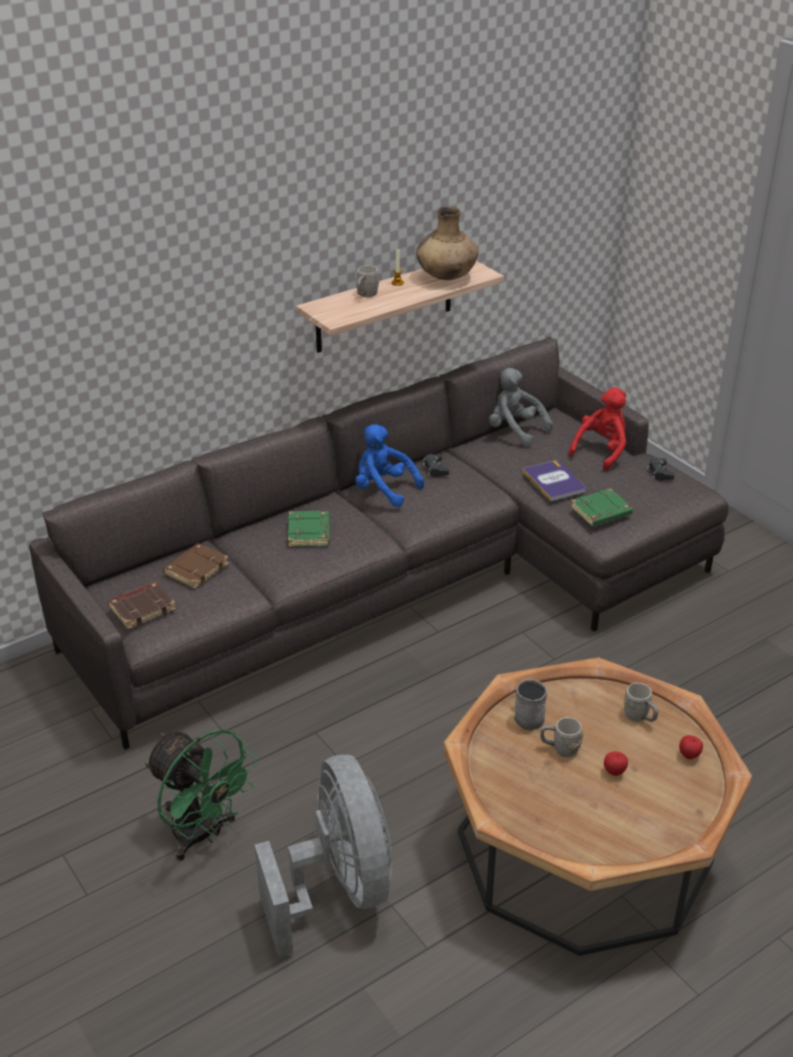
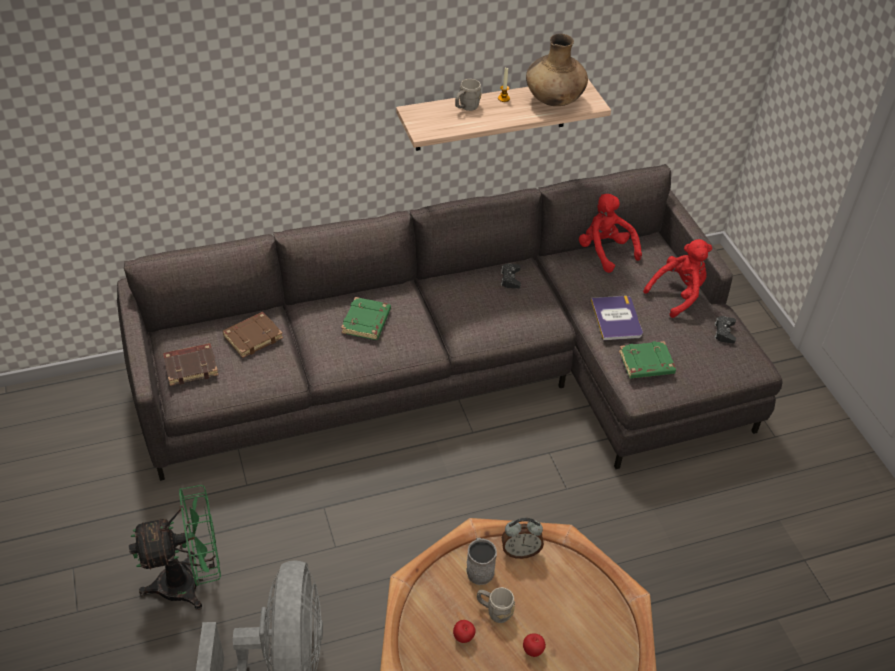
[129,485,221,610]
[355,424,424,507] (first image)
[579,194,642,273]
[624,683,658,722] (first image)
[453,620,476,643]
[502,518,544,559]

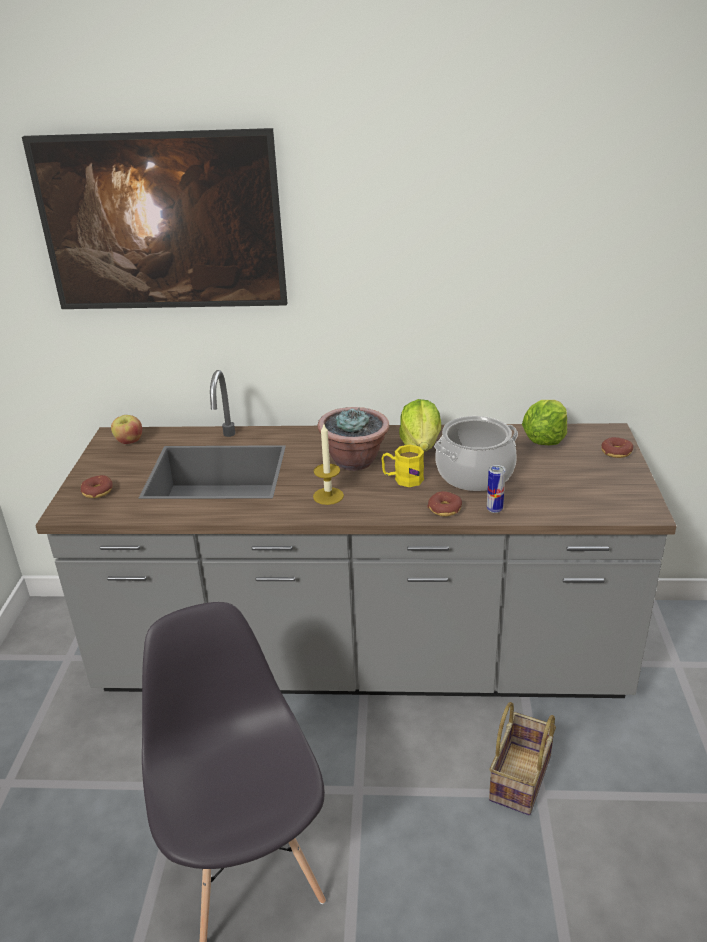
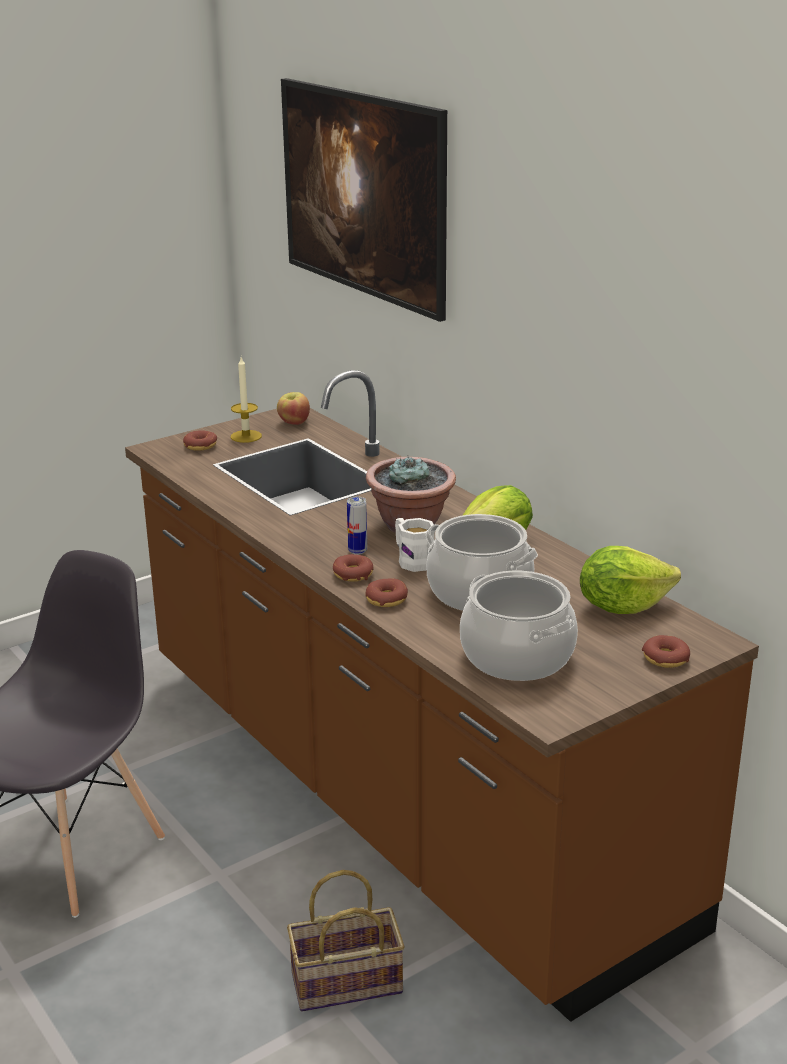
[125,370,759,1022]
[231,357,262,443]
[395,518,435,572]
[347,496,367,555]
[333,554,374,582]
[460,571,578,681]

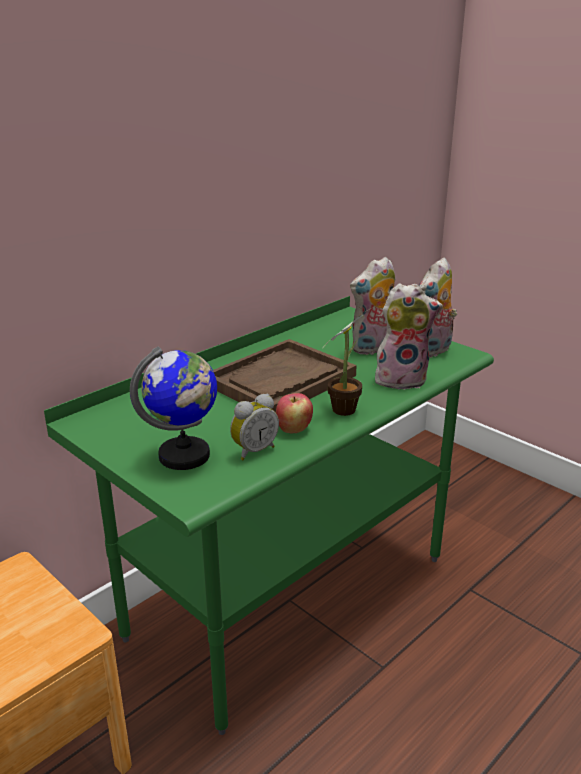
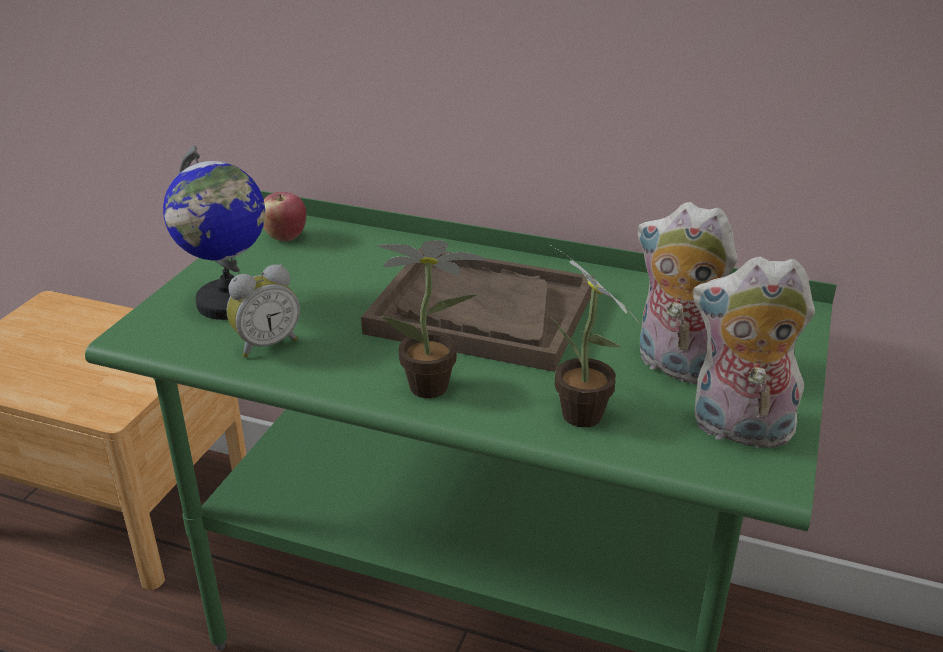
[226,264,300,358]
[263,192,306,241]
[551,246,640,427]

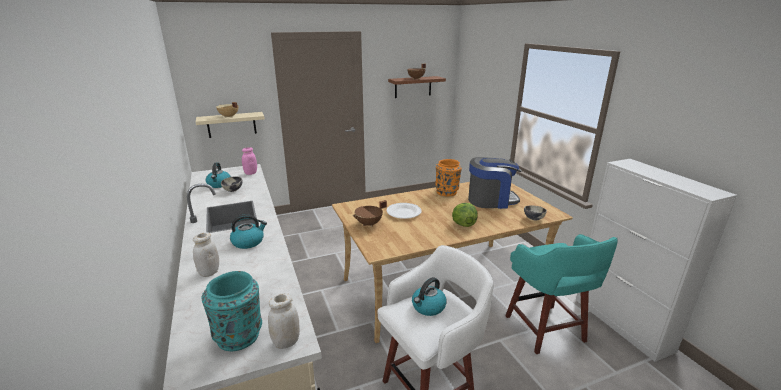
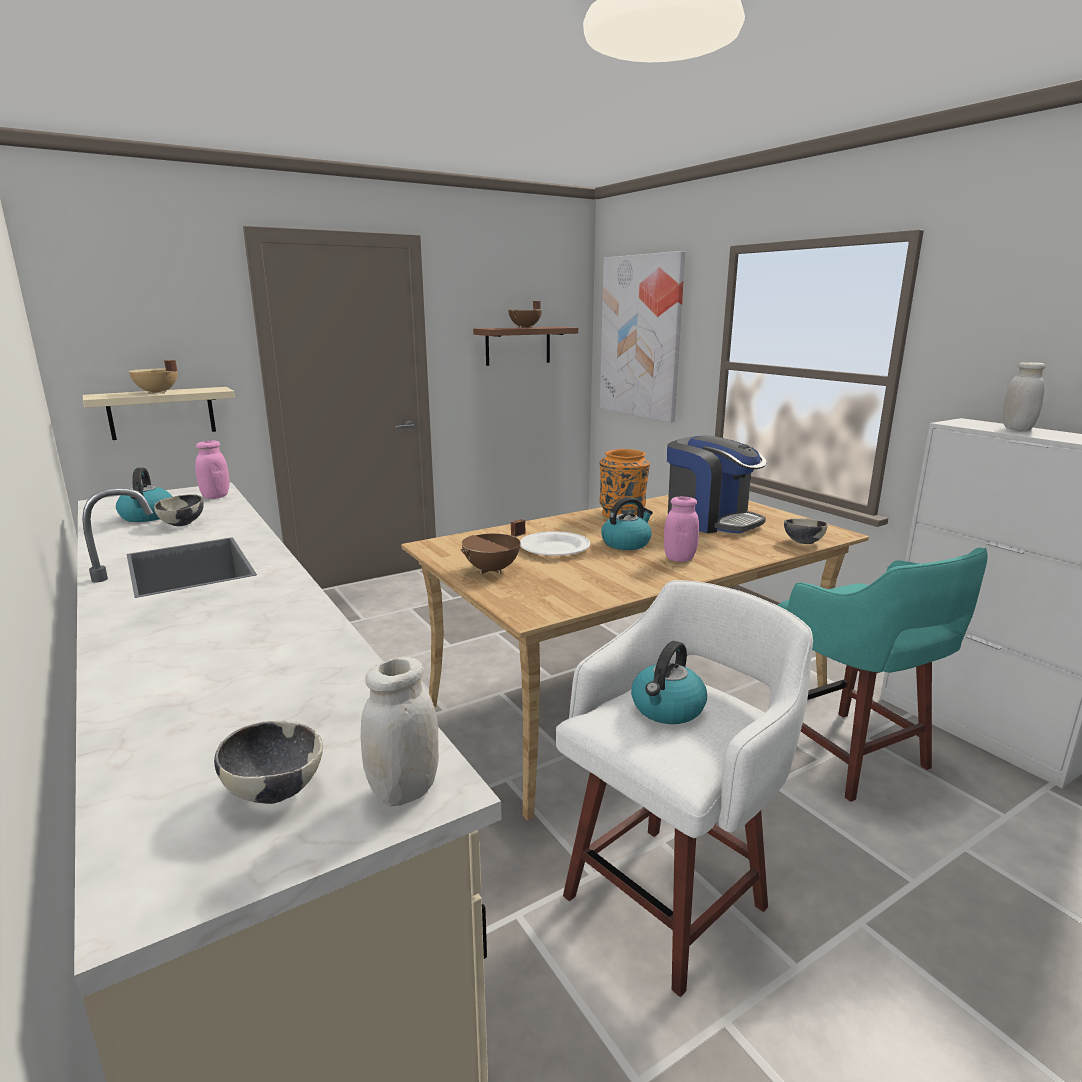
[1003,362,1045,431]
[214,721,323,804]
[601,497,653,550]
[664,497,699,562]
[667,435,766,533]
[600,251,685,423]

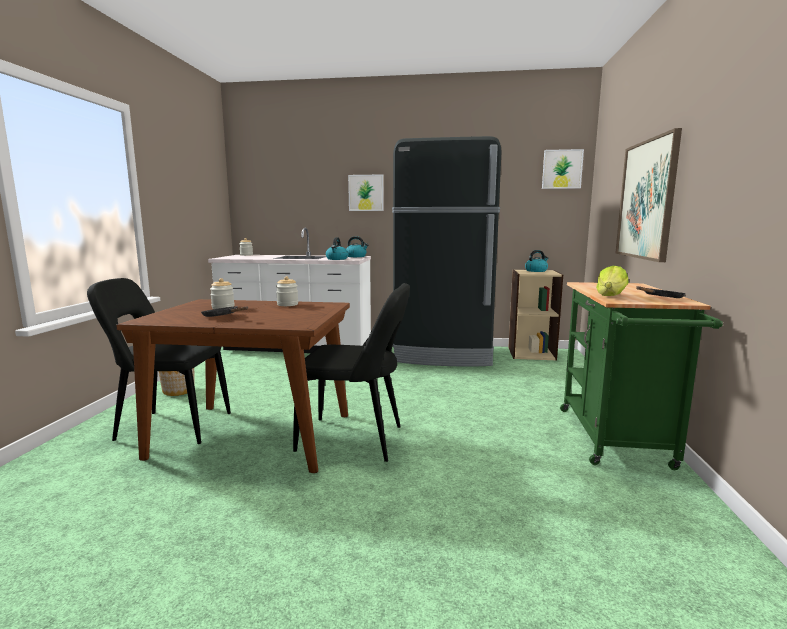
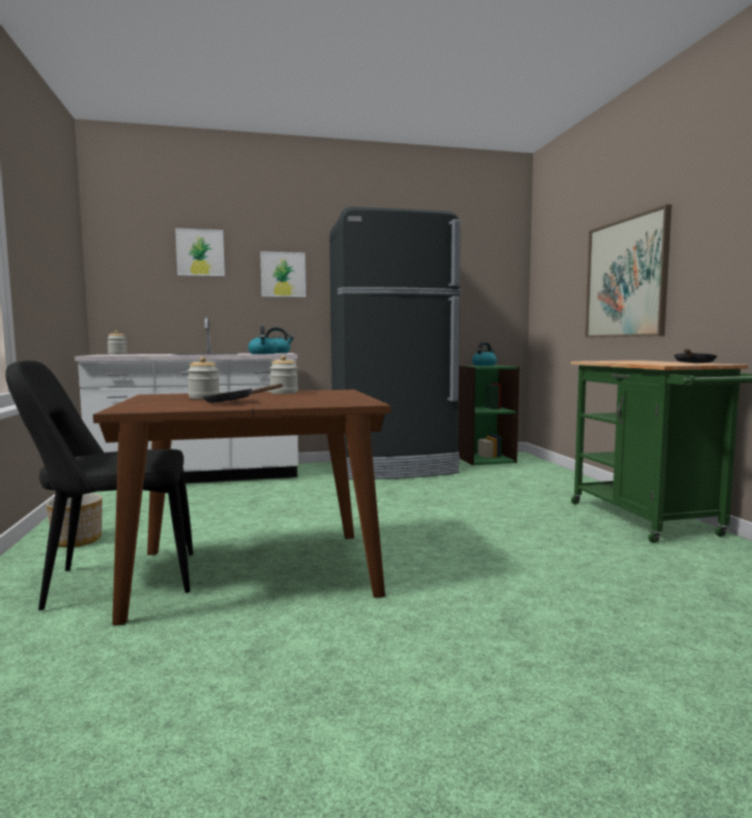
[293,283,410,462] (first image)
[458,365,519,465]
[175,228,225,277]
[596,266,629,296] (first image)

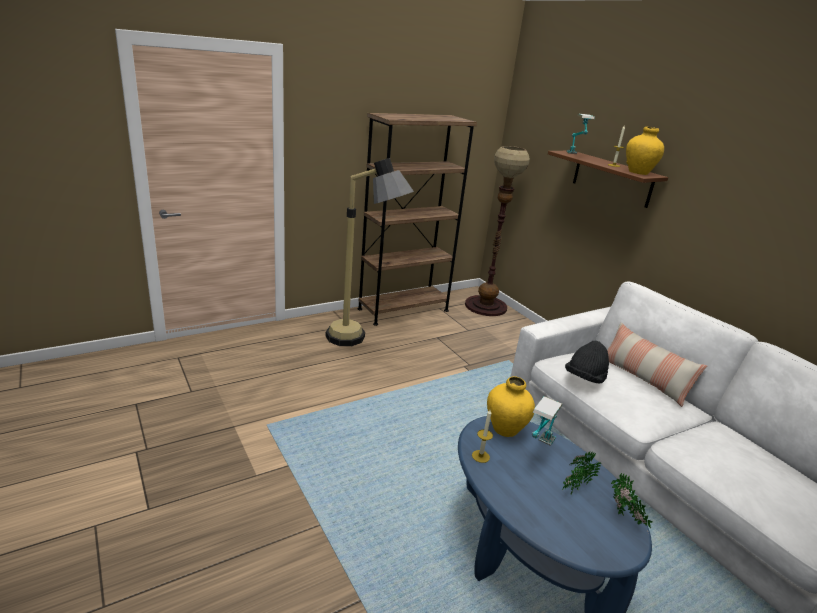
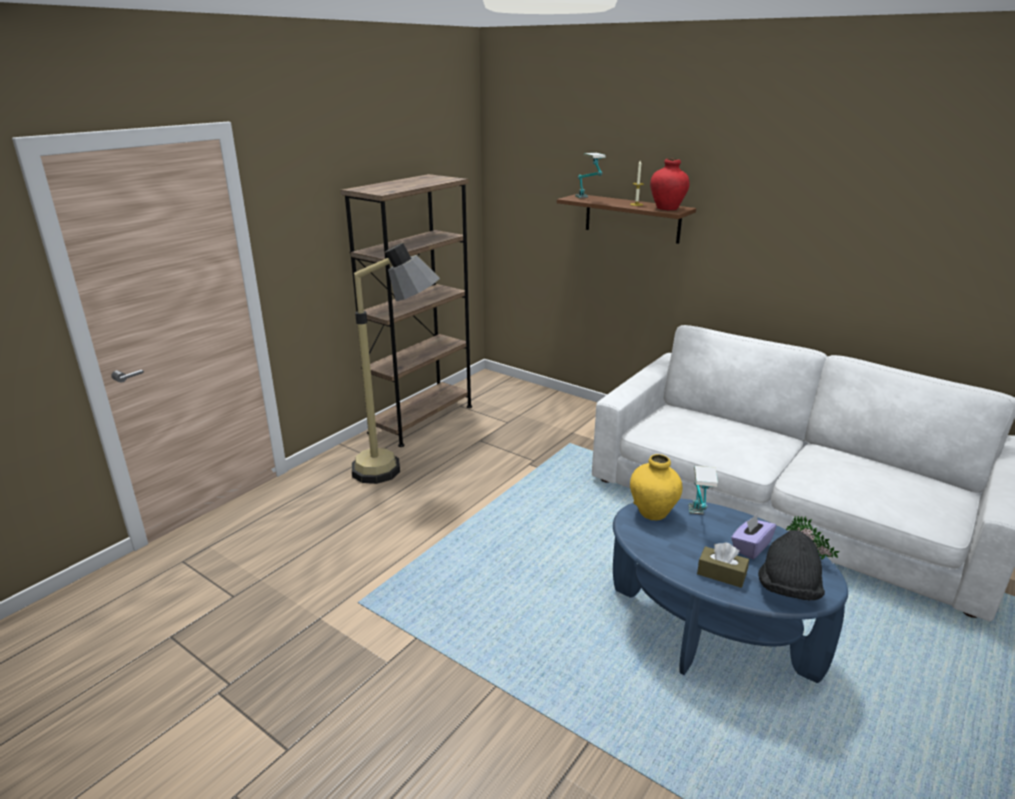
[465,146,530,316] (first image)
[472,410,493,463] (first image)
[731,514,776,559]
[758,530,825,601]
[607,322,707,407] (first image)
[650,158,690,211]
[697,543,749,588]

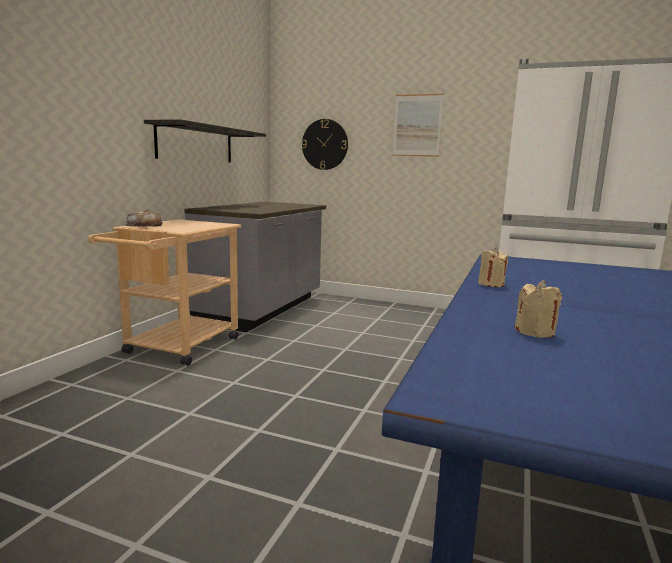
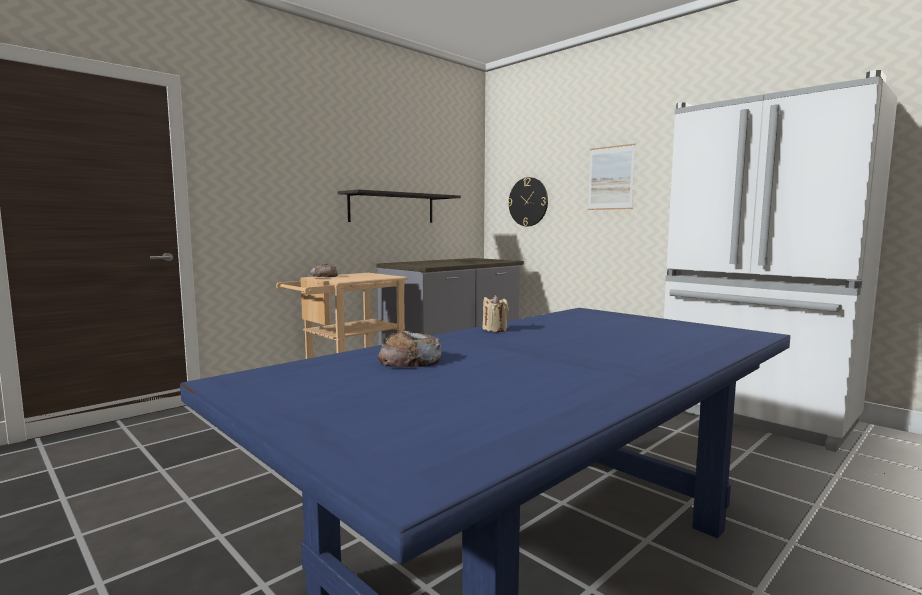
[378,331,441,367]

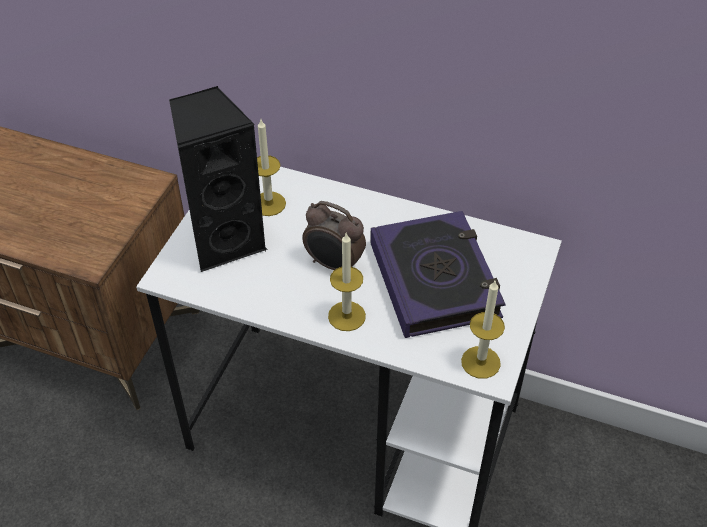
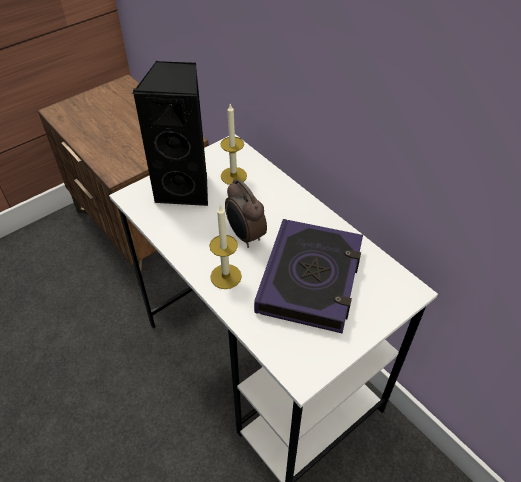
[461,281,505,379] (first image)

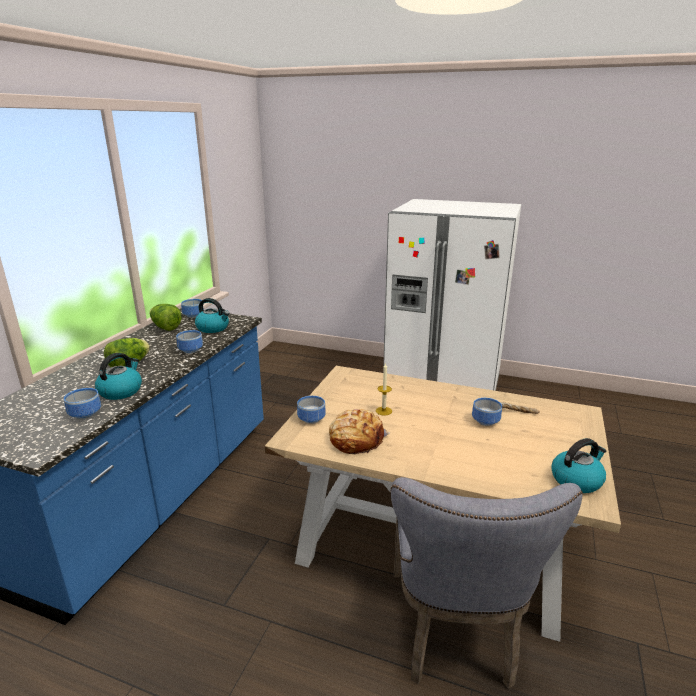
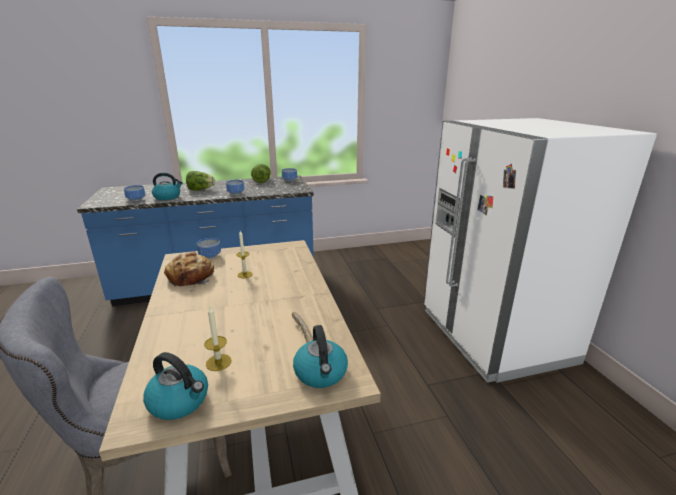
[293,325,348,388]
[472,398,502,426] (first image)
[204,306,231,371]

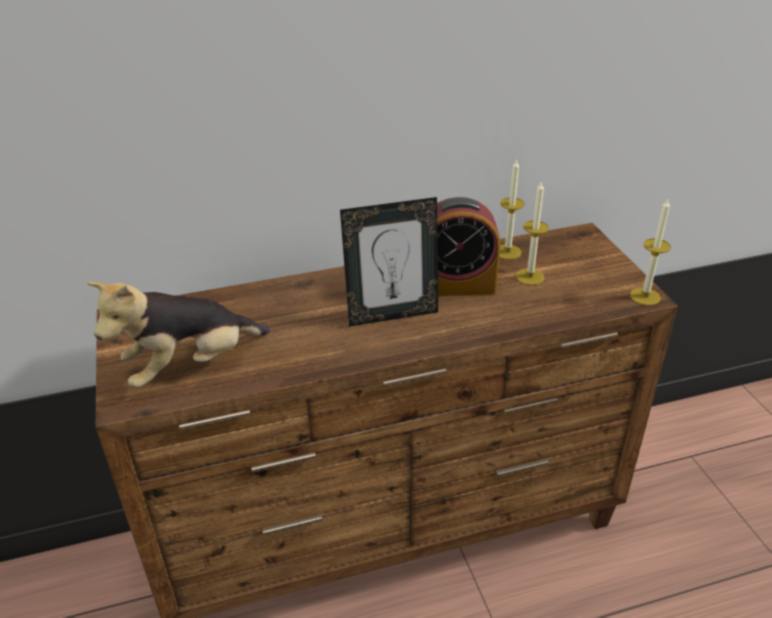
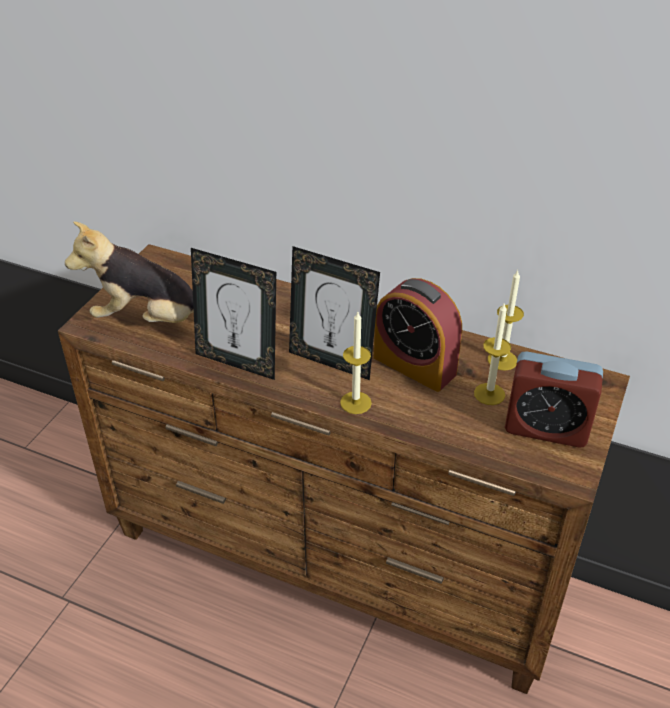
[340,312,372,414]
[191,248,276,380]
[505,351,603,448]

